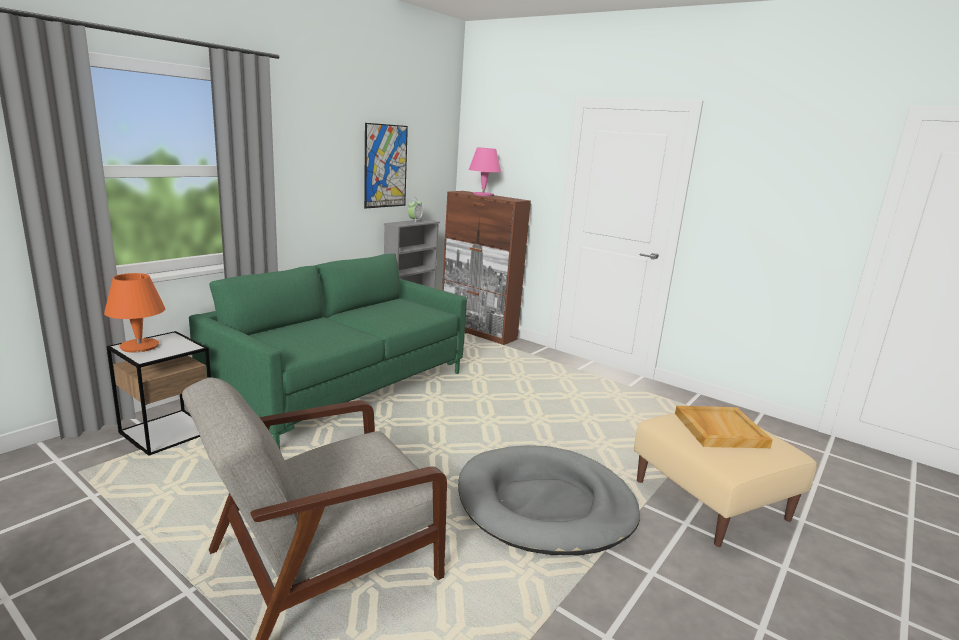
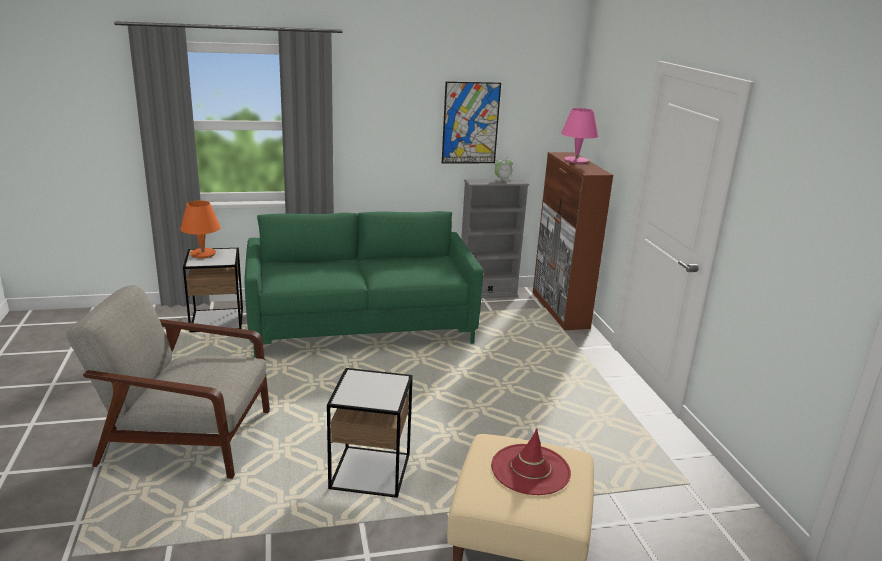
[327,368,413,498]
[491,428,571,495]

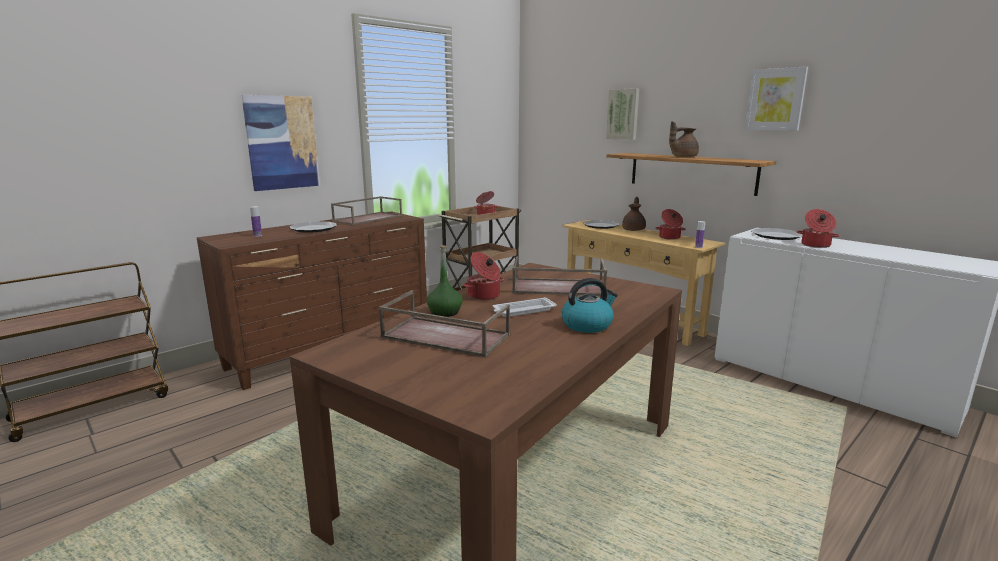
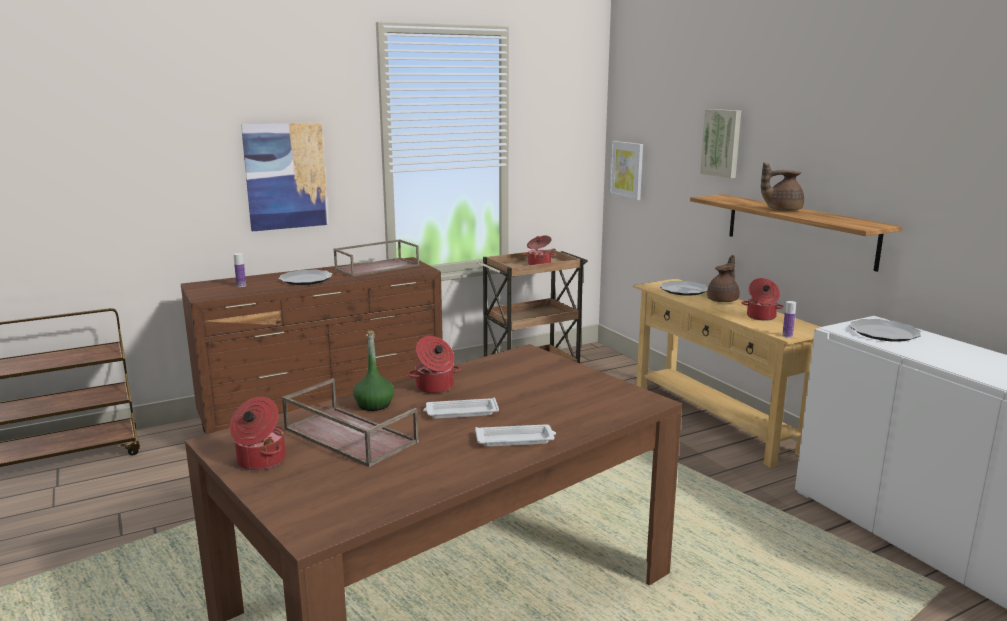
[512,256,607,296] (first image)
[475,424,556,447]
[609,141,643,200]
[230,397,286,471]

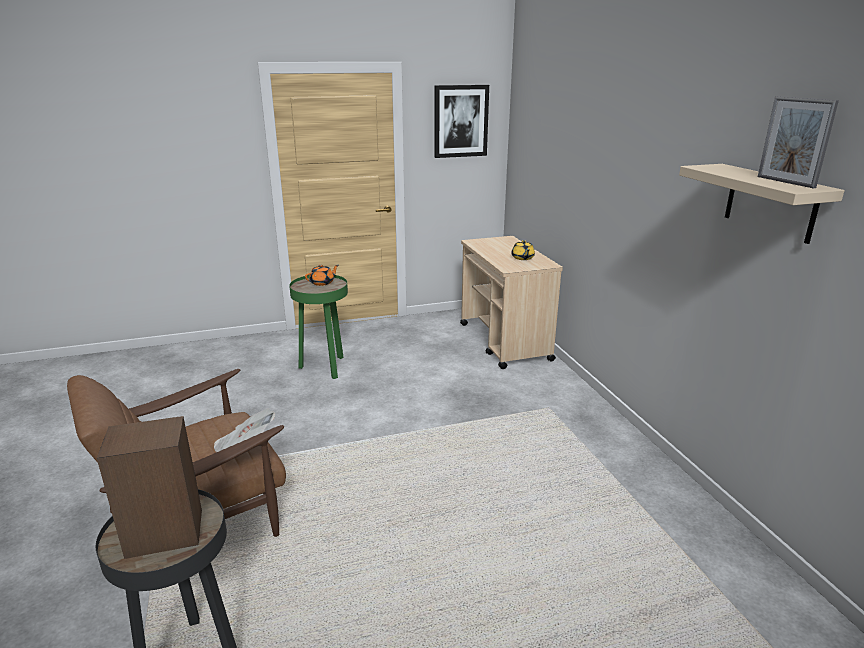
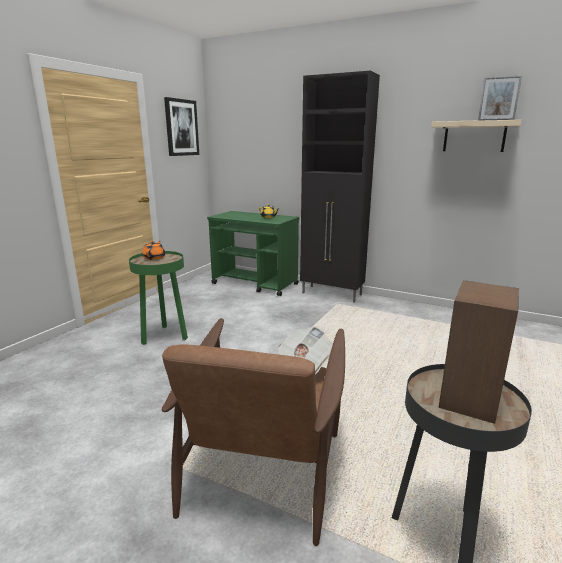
[207,211,299,296]
[300,71,380,303]

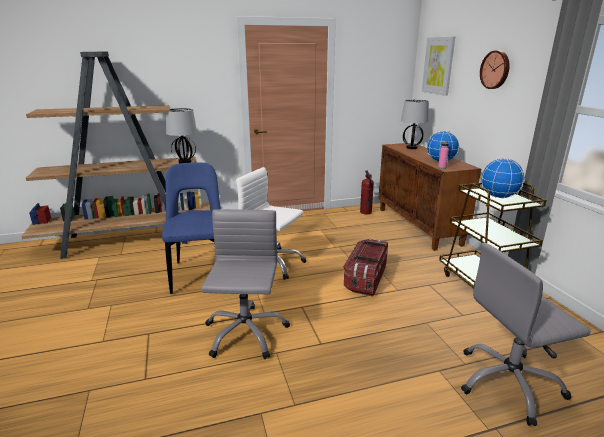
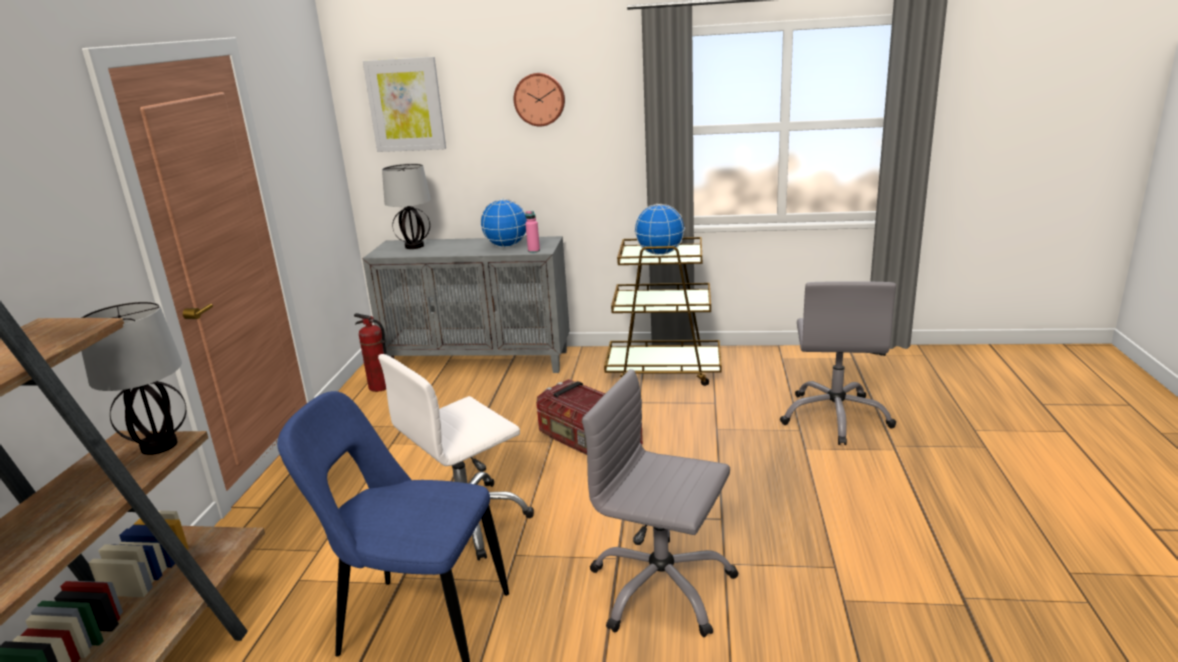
[362,236,570,373]

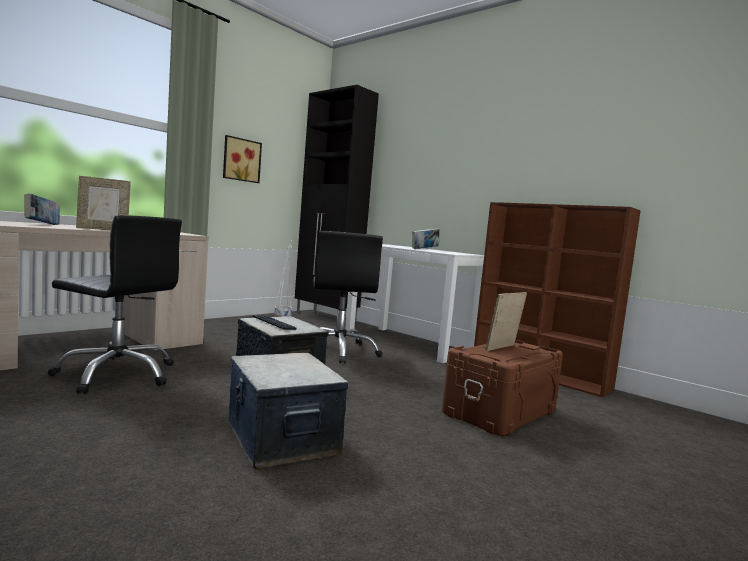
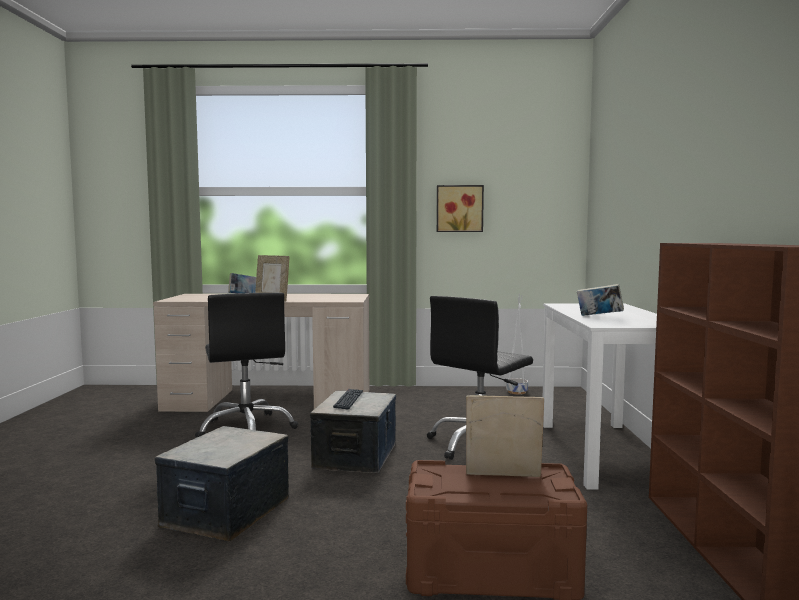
[295,85,379,324] (first image)

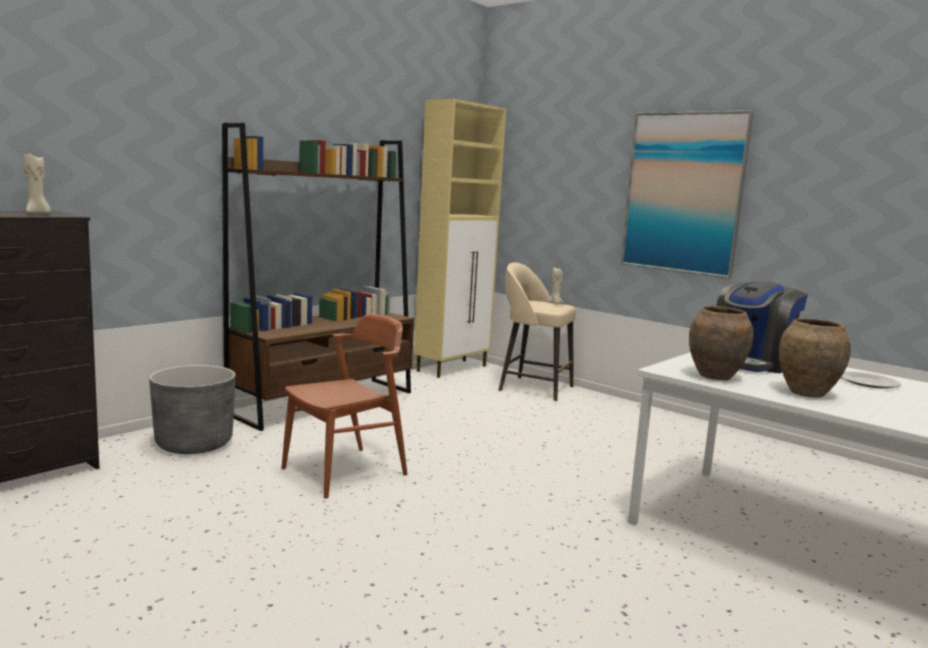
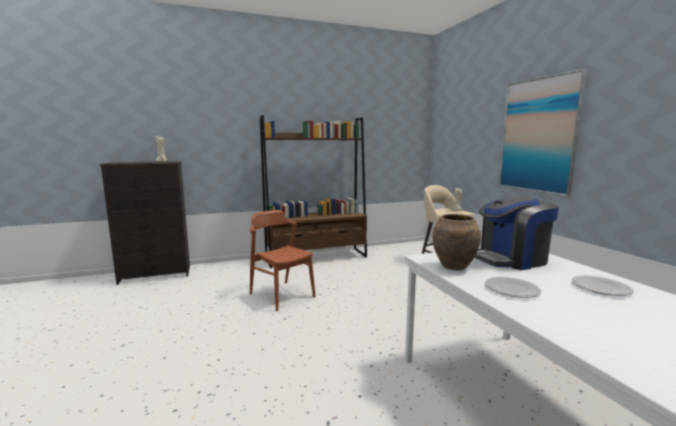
[149,365,236,454] (first image)
[250,210,316,311]
[414,99,506,378] (first image)
[485,277,541,298]

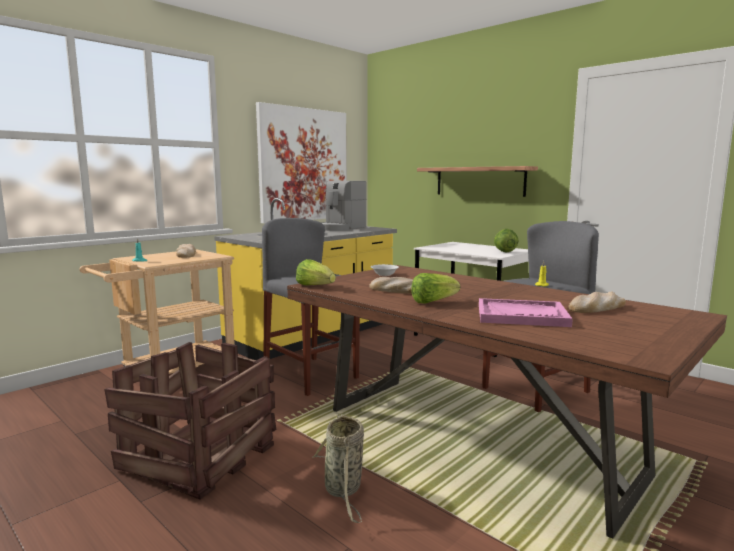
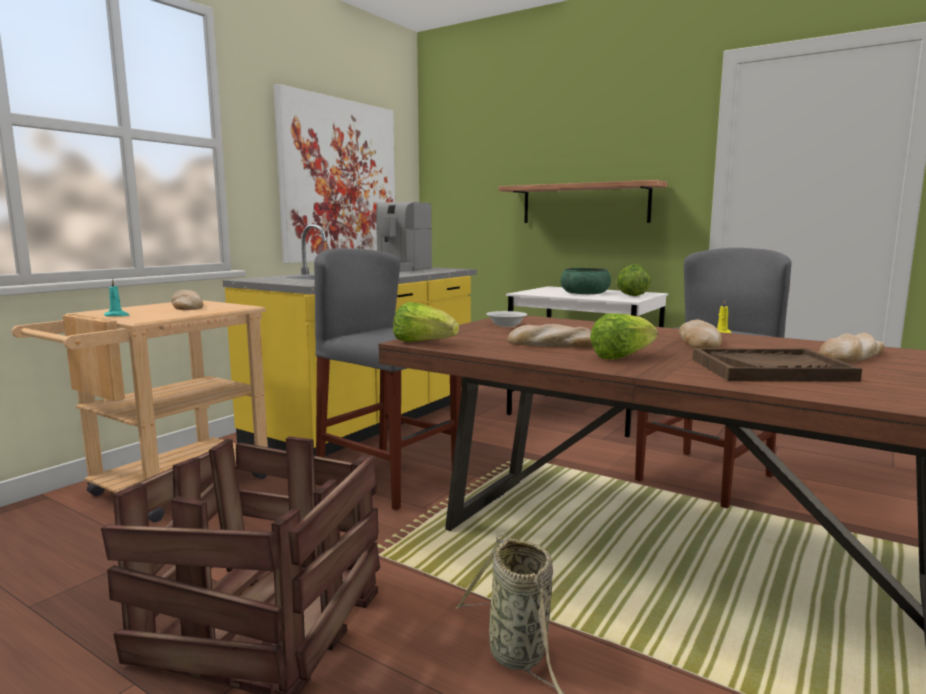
[693,348,862,382]
[561,268,611,294]
[679,320,722,348]

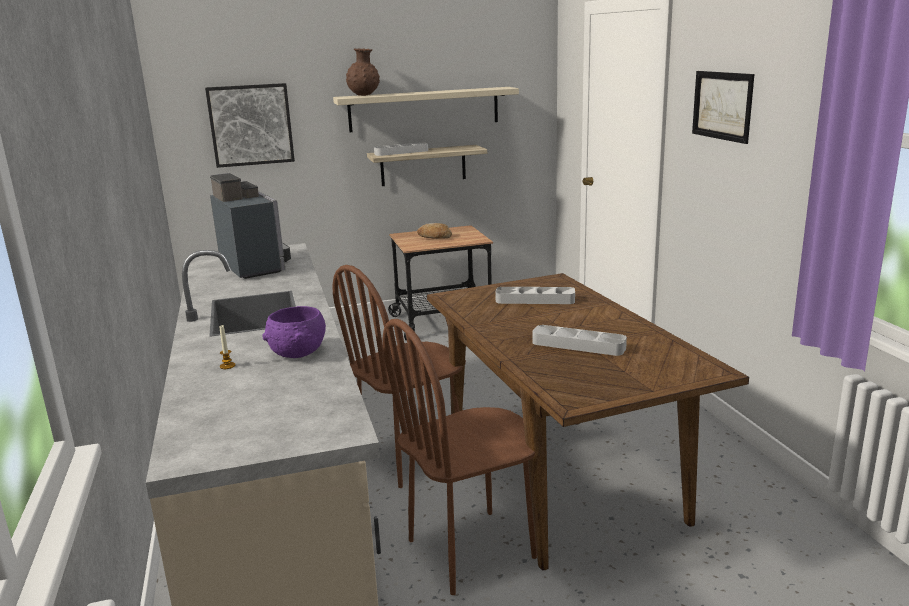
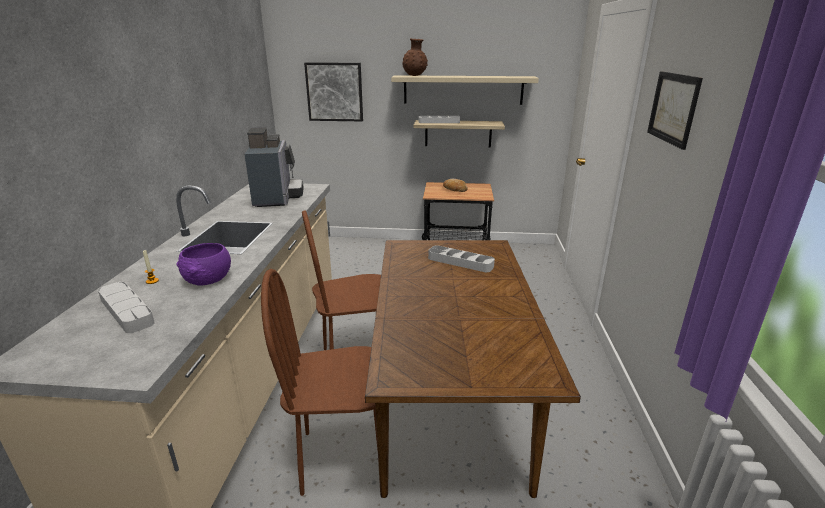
[98,282,155,333]

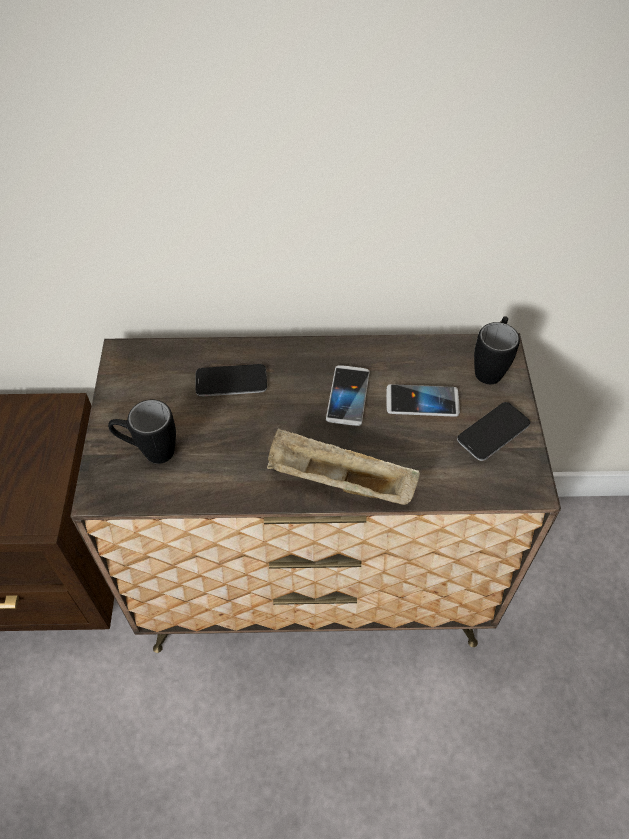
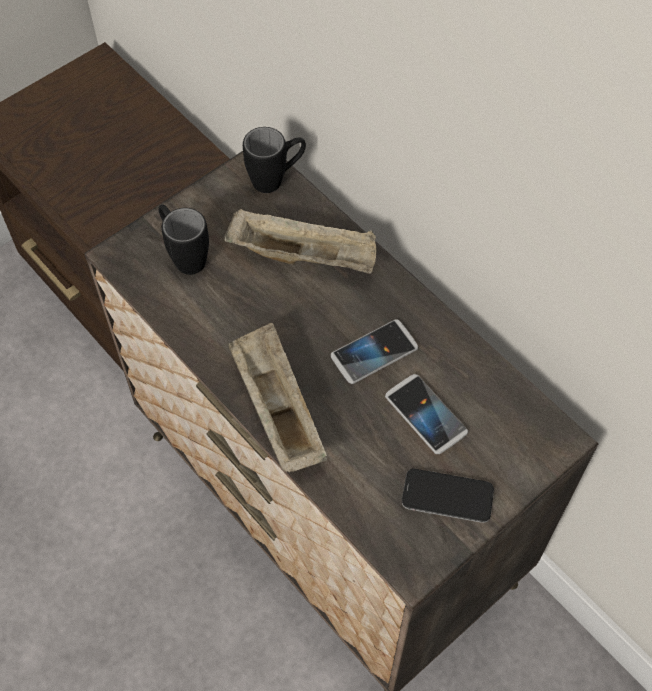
[225,208,377,274]
[243,127,306,193]

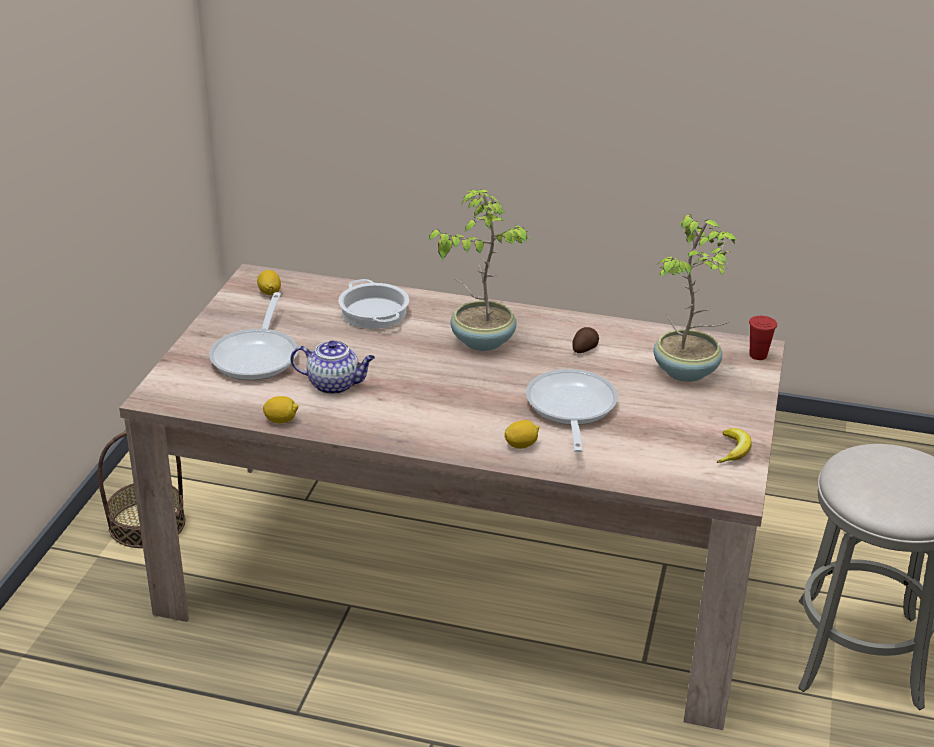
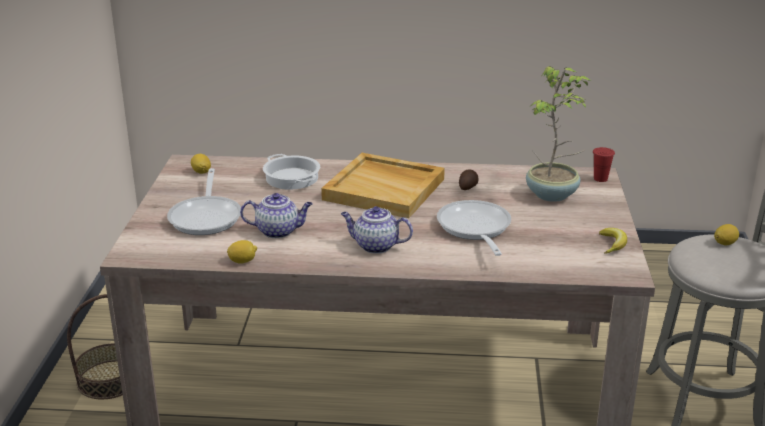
[321,153,445,218]
[714,224,739,245]
[341,206,413,254]

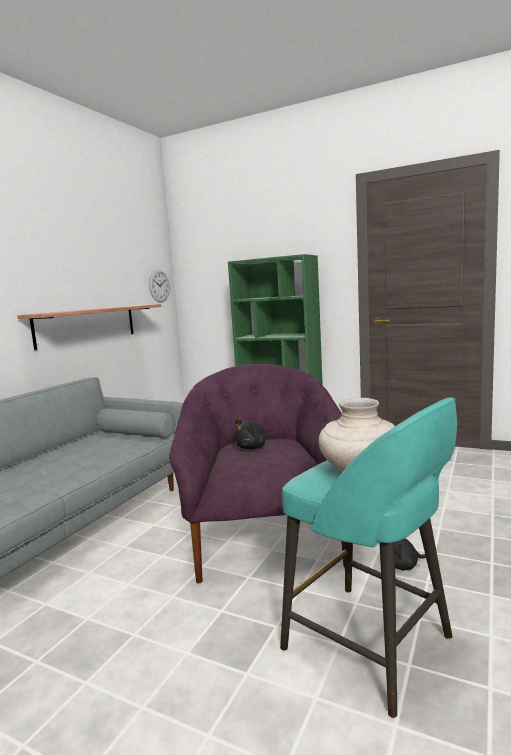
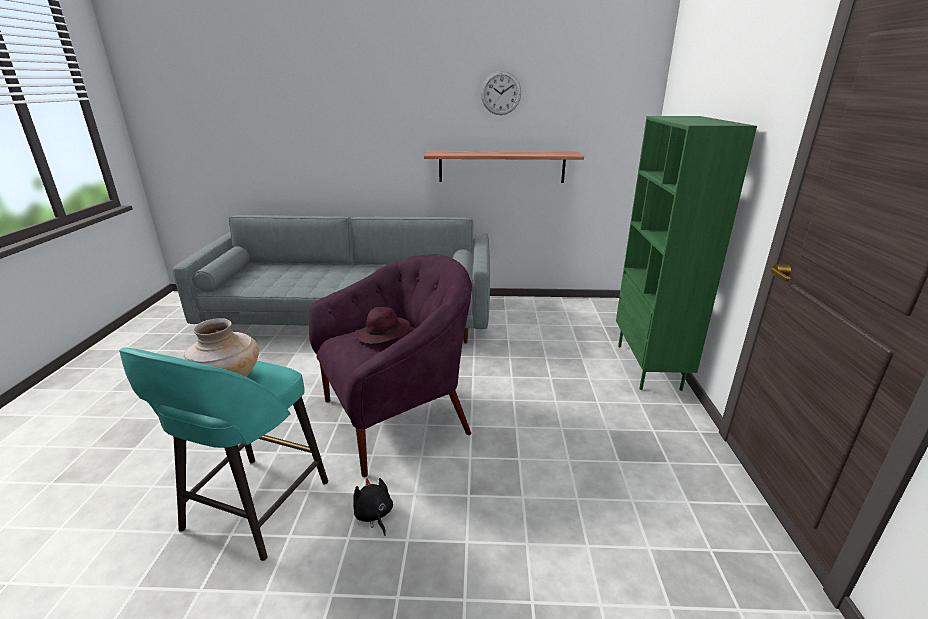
[481,71,521,115]
[355,307,410,344]

